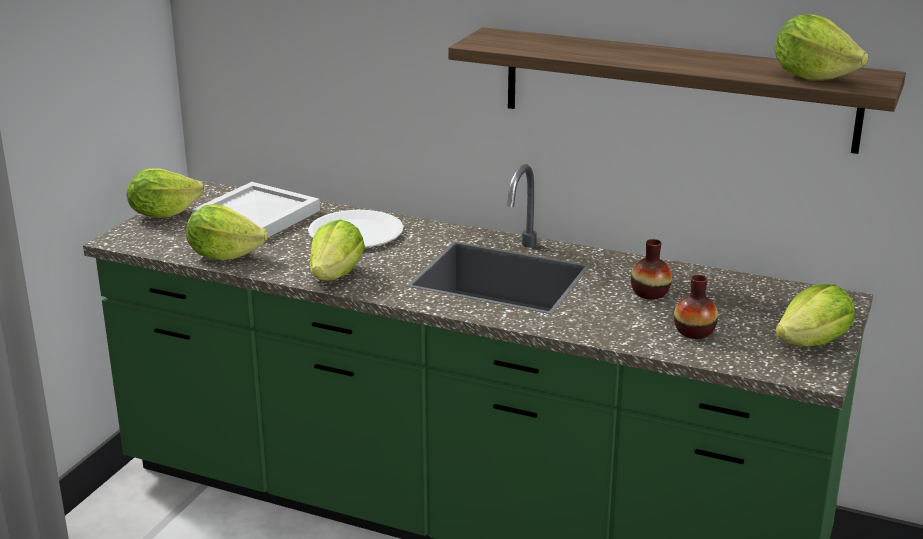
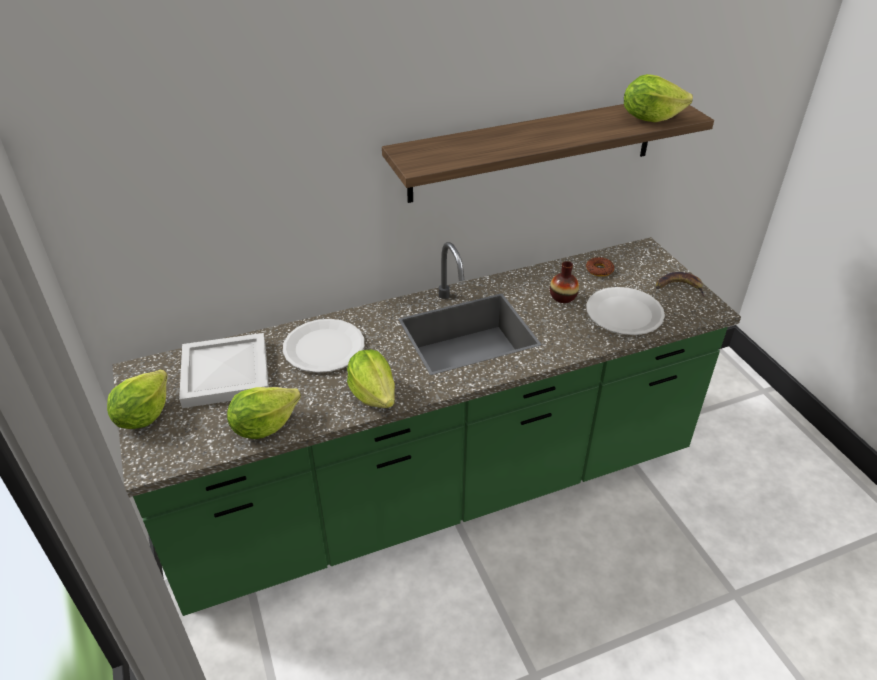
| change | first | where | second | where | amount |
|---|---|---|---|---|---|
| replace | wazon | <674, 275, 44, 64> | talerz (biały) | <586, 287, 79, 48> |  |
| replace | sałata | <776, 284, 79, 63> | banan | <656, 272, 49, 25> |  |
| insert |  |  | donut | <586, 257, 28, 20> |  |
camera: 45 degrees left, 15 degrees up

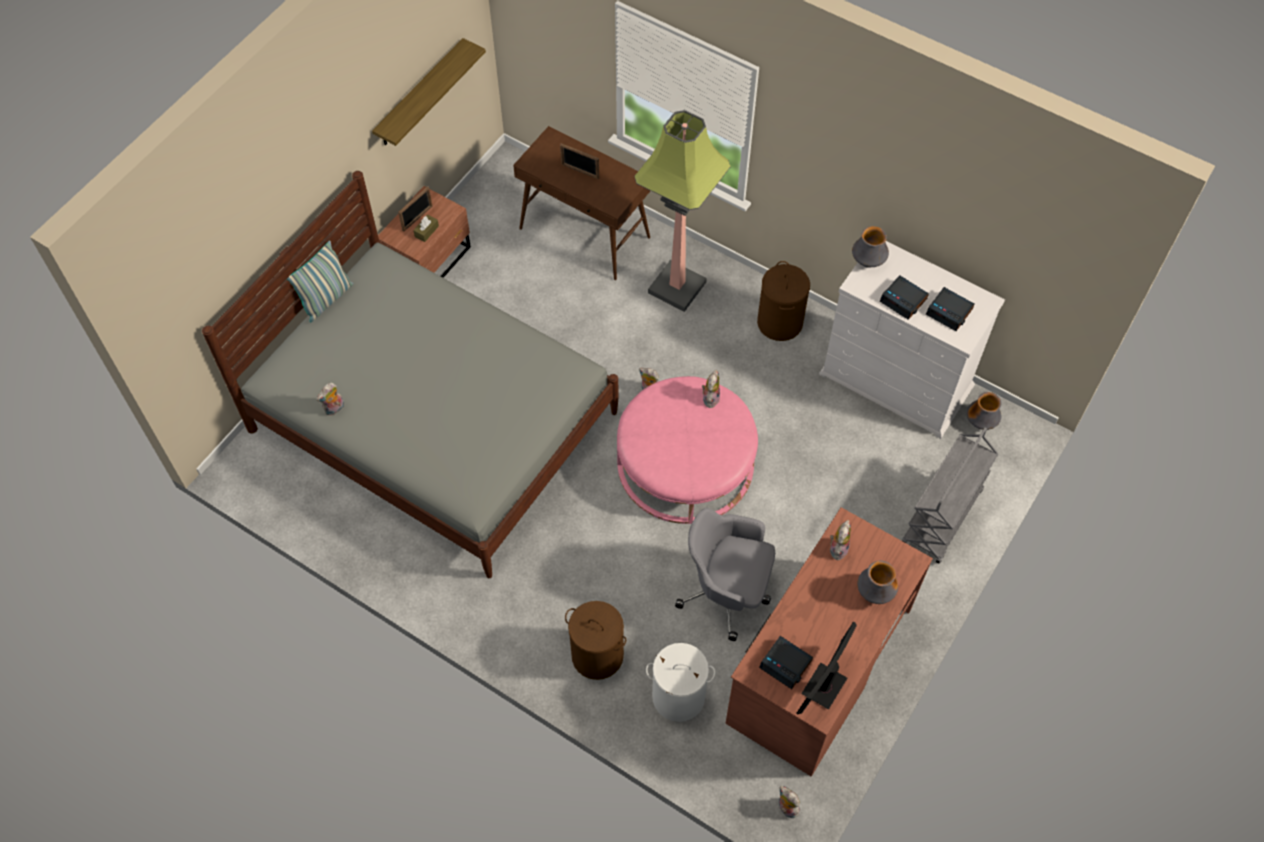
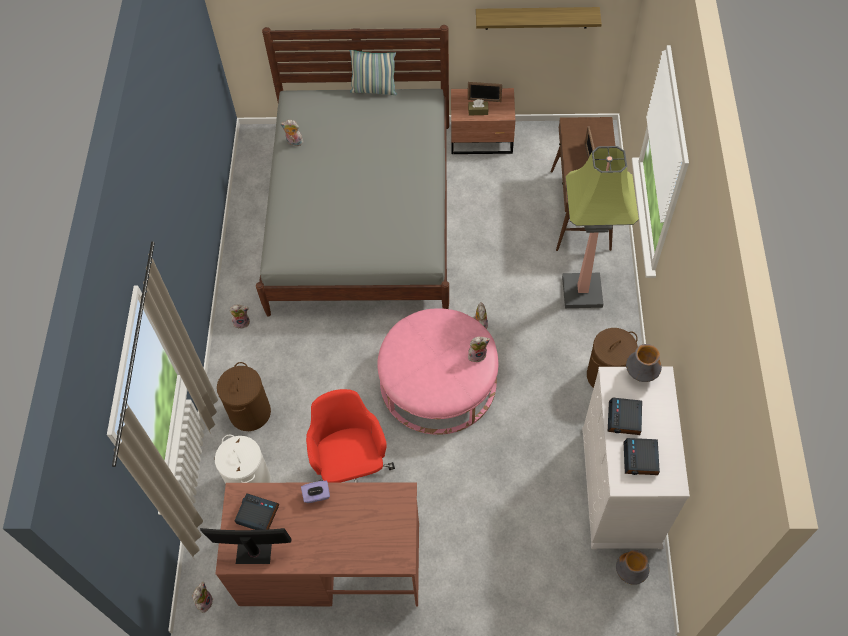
| change | first | where | second | where | amount |
|---|---|---|---|---|---|
| delete | wózek (szary) | <902, 428, 96, 135> |  |  |  |
| recolor | krzesło biurowe (szary) | <675, 508, 100, 133> | krzesło biurowe (czerwony) | <306, 389, 89, 94> |  |
| move | pluszak | <830, 520, 21, 40> |  | <229, 305, 21, 24> |  |
| delete | wazon | <857, 560, 41, 44> |  |  |  |
| rotate | budzik | <759, 636, 54, 53> |  | <235, 493, 45, 37> | 105 degrees clockwise |
| insert |  |  | pudełko chusteczek (fioletowy) | <301, 481, 29, 22> |  |
camera: 60 degrees right, 0 degrees up

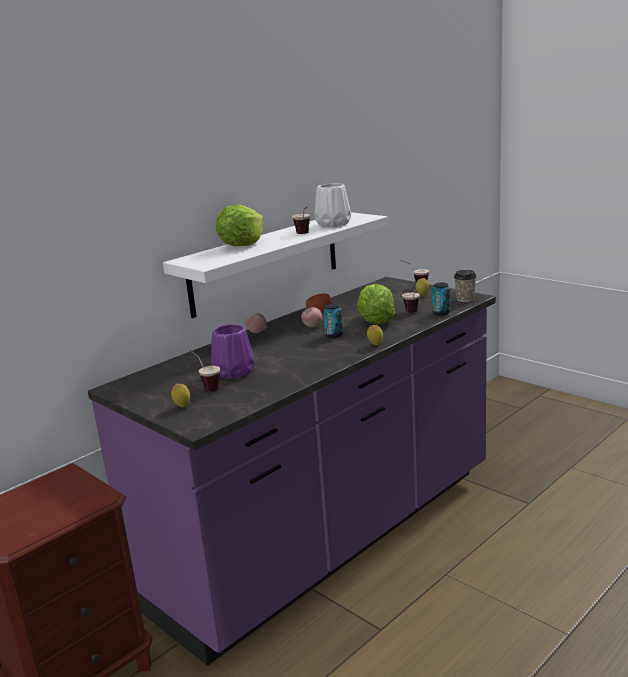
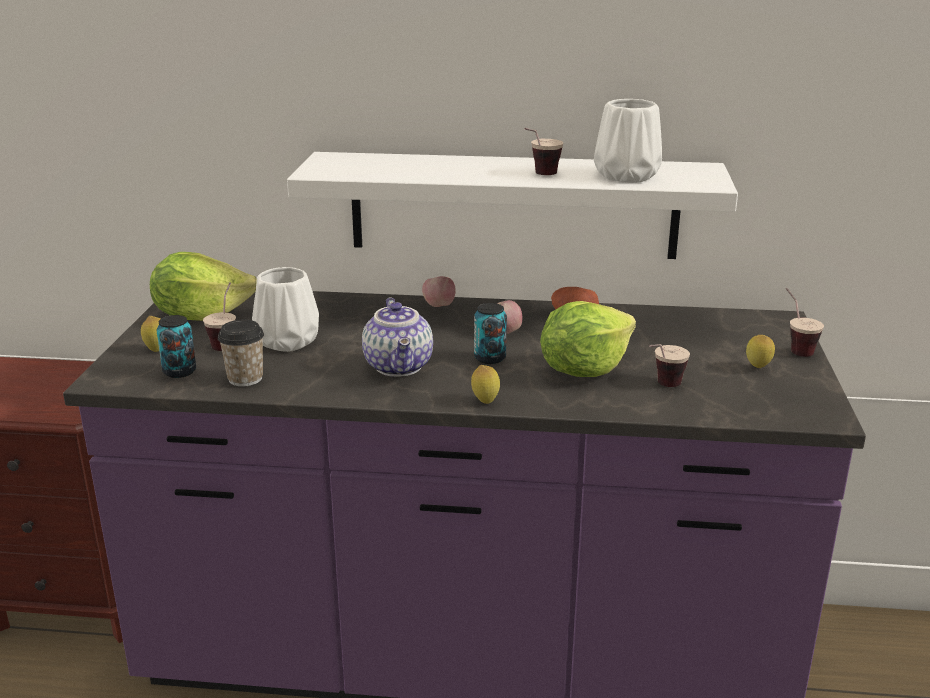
| change | first | where | second | where | amount |
|---|---|---|---|---|---|
| move | sałata | <216, 204, 47, 42> |  | <150, 252, 107, 69> |  |
| move | filiżanka | <454, 270, 23, 32> |  | <218, 320, 46, 67> |  |
| move | puszka | <432, 283, 18, 32> |  | <157, 315, 39, 63> |  |
| recolor | wazon (fioletowy) | <211, 324, 44, 55> | wazon (biały) | <252, 267, 67, 85> |  |
| insert |  |  | imbryk | <362, 298, 71, 79> |  |
camera: 50 degrees right, 5 degrees up

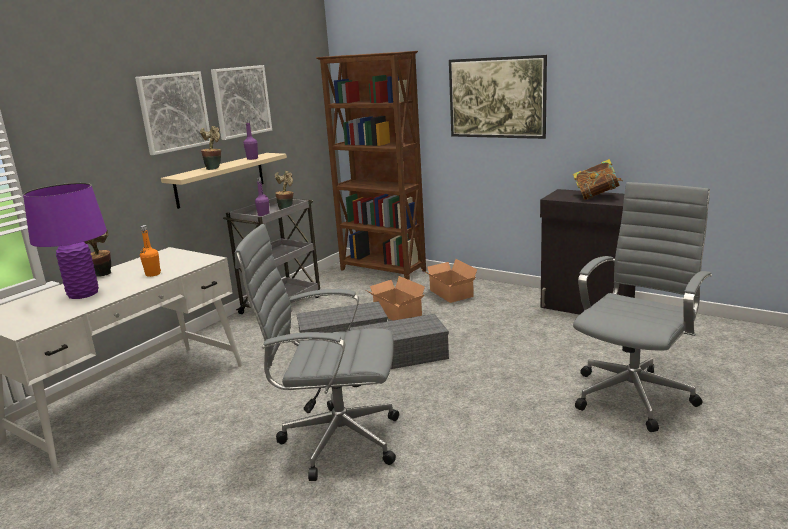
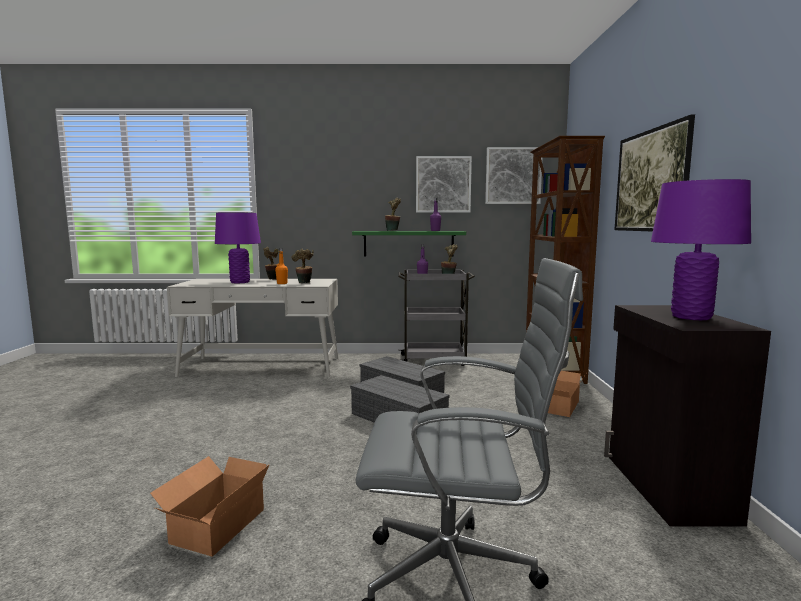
| change | first | where | second | where | amount |
|---|---|---|---|---|---|
| move | obraz | <135, 71, 75, 84> |  | <485, 147, 57, 57> |  |
| recolor | półka (beżowy) | <161, 153, 126, 56> | półka (zielony) | <352, 231, 114, 25> |  |
| replace | książka | <573, 159, 50, 41> | lampa stołowa (fioletowy) | <651, 179, 100, 141> |  |
| delete | krzesło biurowe (szary) | <235, 224, 164, 257> |  |  |  |
| move | karton | <364, 276, 61, 45> |  | <150, 456, 120, 101> |  |
| insert |  |  | roślina doniczkowa | <291, 249, 23, 34> |  |
camera: 55 degrees right, 10 degrees down

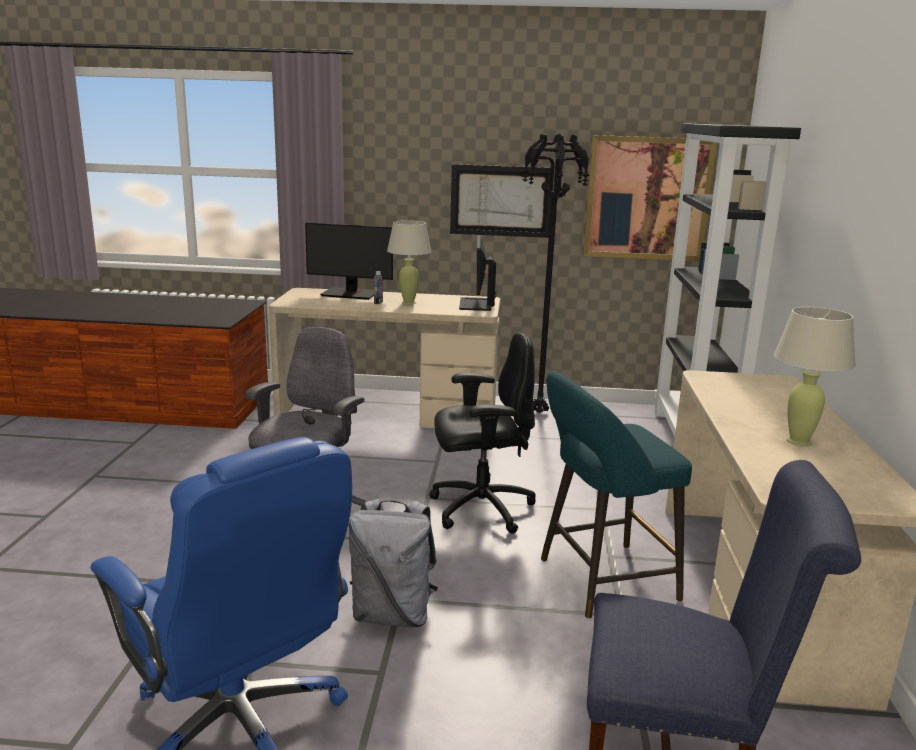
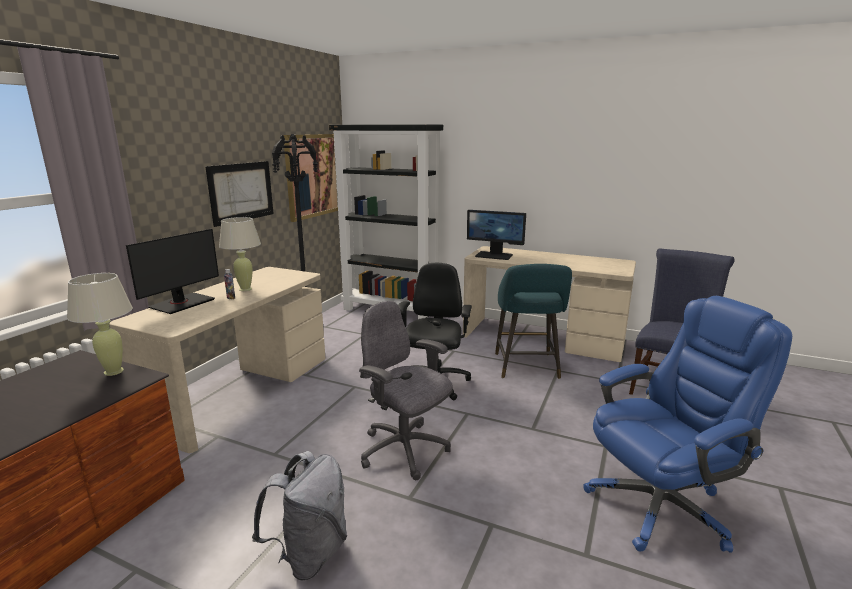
| change | first | where | second | where | amount |
|---|---|---|---|---|---|
| move | monitor | <459, 235, 37, 76> |  | <467, 210, 59, 50> |  |
| move | lampa stołowa (beżowy) | <774, 307, 82, 139> |  | <67, 273, 66, 103> |  |
| move | plecak (szary) | <348, 499, 90, 128> |  | <252, 451, 95, 129> |  |
camera: 70 degrees left, 0 degrees up

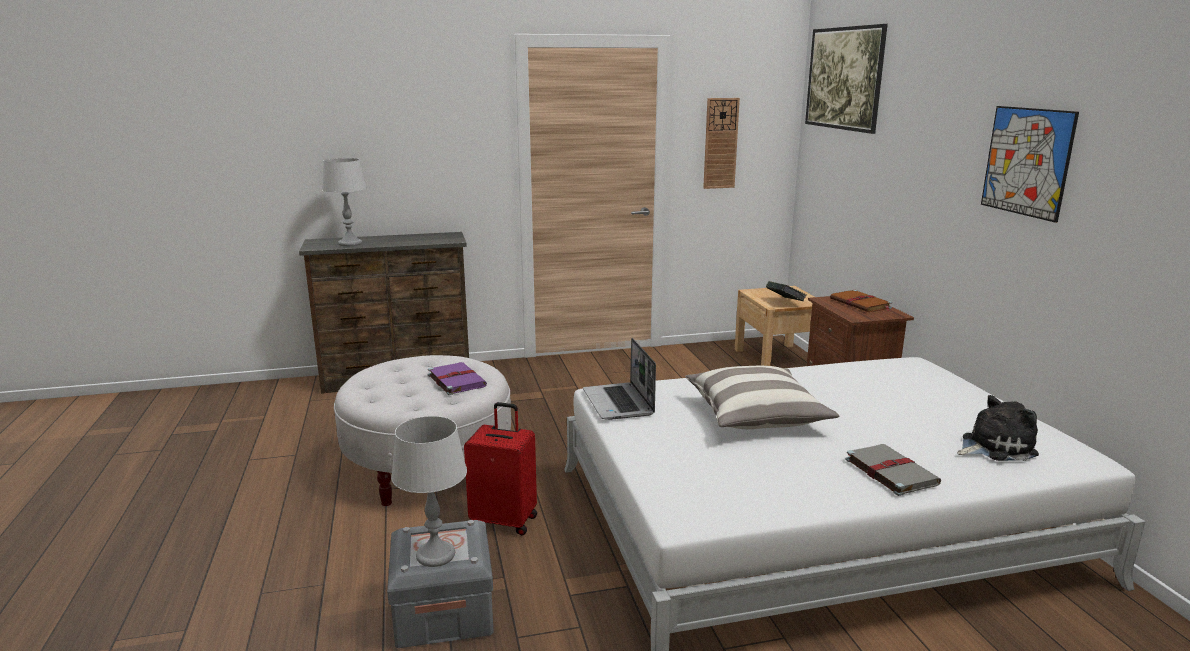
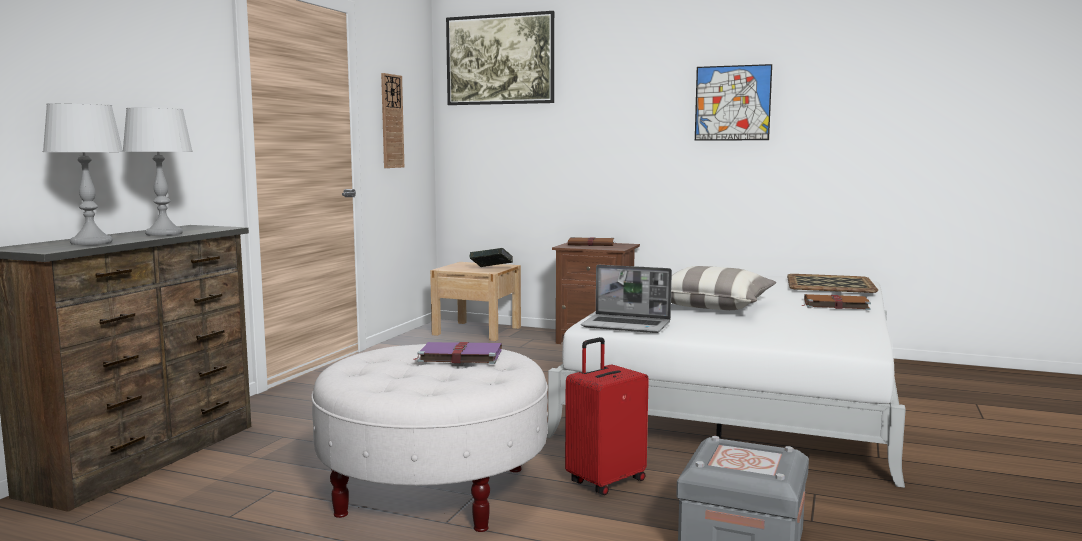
| change | first | where | second | where | amount |
|---|---|---|---|---|---|
| replace | pluszak | <957, 395, 82, 66> | taca | <787, 274, 91, 19> |  |
| move | lampa stołowa (szary) | <391, 416, 76, 151> |  | <123, 107, 70, 129> |  |
| recolor | książka (szary) | <845, 444, 96, 52> | książka (brązowy) | <802, 294, 69, 16> |  |
camera: 55 degrees left, 10 degrees down

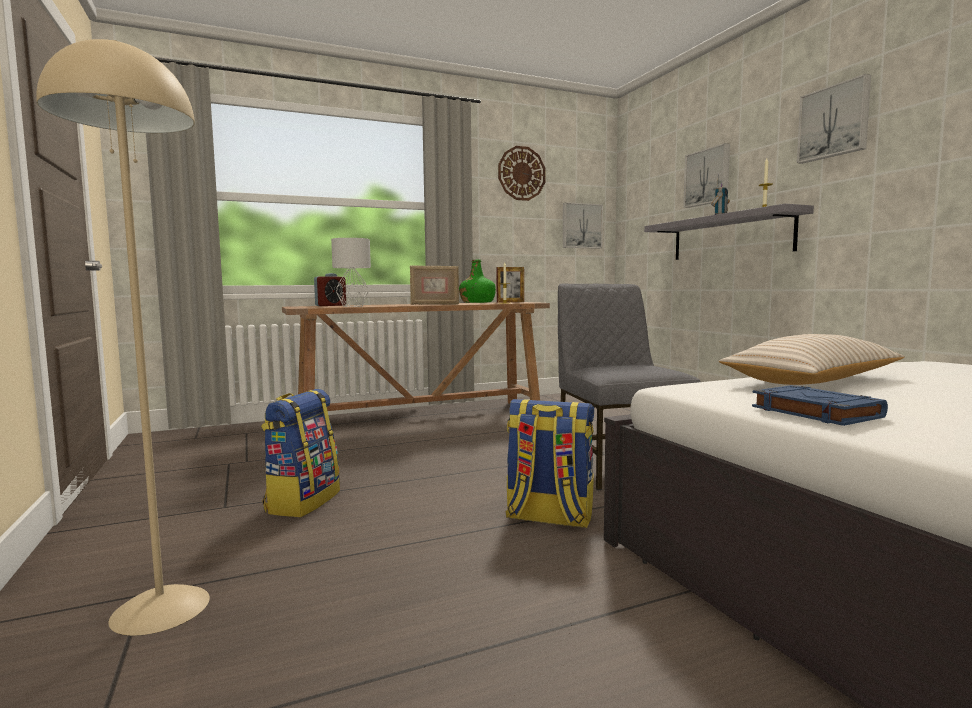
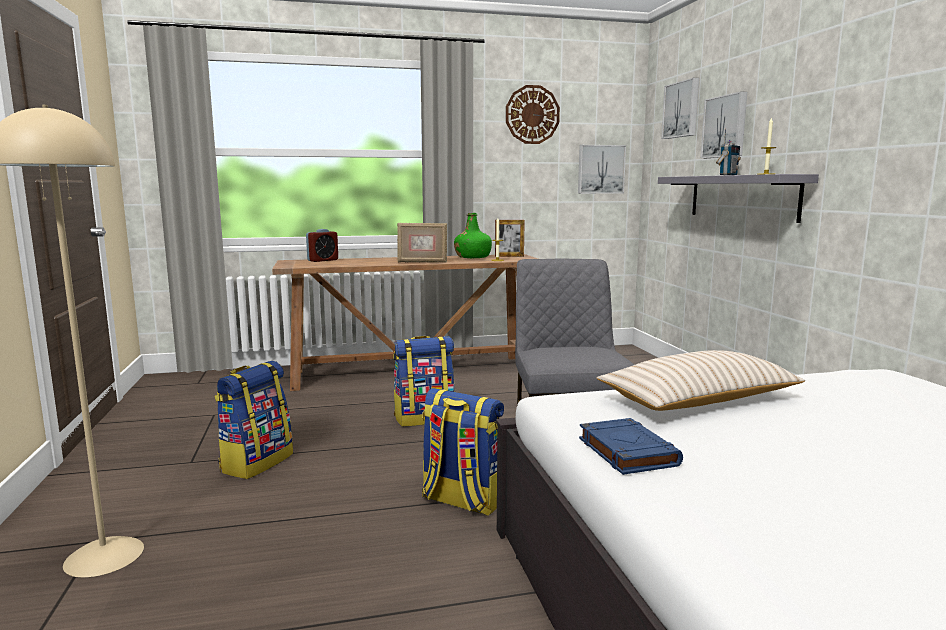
| change | first | where | second | where | amount |
|---|---|---|---|---|---|
| move | obraz | <797, 74, 74, 90> |  | <661, 78, 38, 61> |  |
| delete | lampa stołowa (szary) | <331, 238, 40, 69> |  |  |  |
| insert |  |  | plecak | <393, 336, 62, 91> |  |
camera: 10 degrees right, 5 degrees up

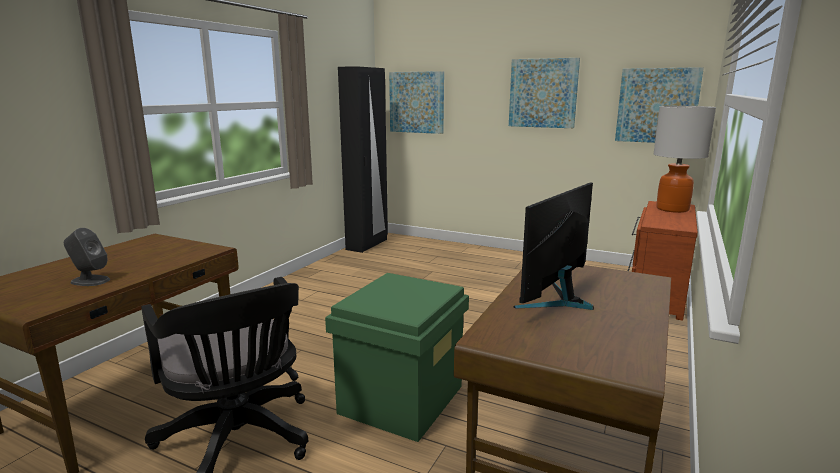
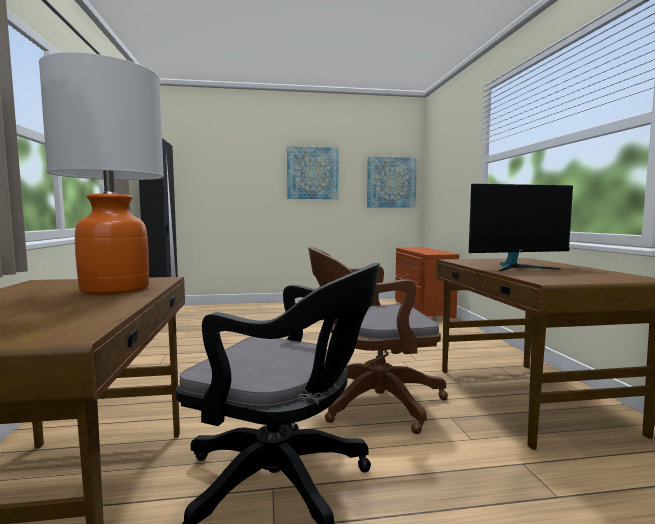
| change | first | where | second | where | amount |
|---|---|---|---|---|---|
| delete | obraz | <389, 71, 55, 63> |  |  |  |
| move | lampa stołowa | <653, 106, 63, 107> |  | <39, 52, 125, 243> |  |
| rotate | monitor | <513, 182, 81, 128> |  | <469, 184, 104, 87> | 105 degrees counterclockwise |
| delete | głośnik (szary) | <64, 228, 46, 58> |  |  |  |
| replace | pojemnik do przechowywania (zielony) | <325, 273, 144, 169> | krzesło biurowe (brązowy) | <308, 247, 140, 187> |  |
camera: 35 degrees left, 10 degrees down

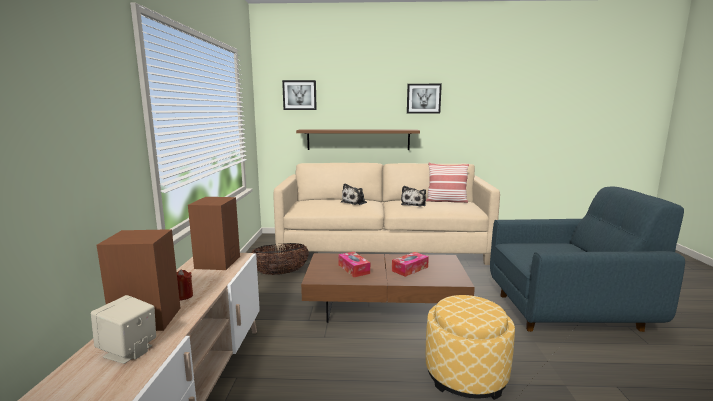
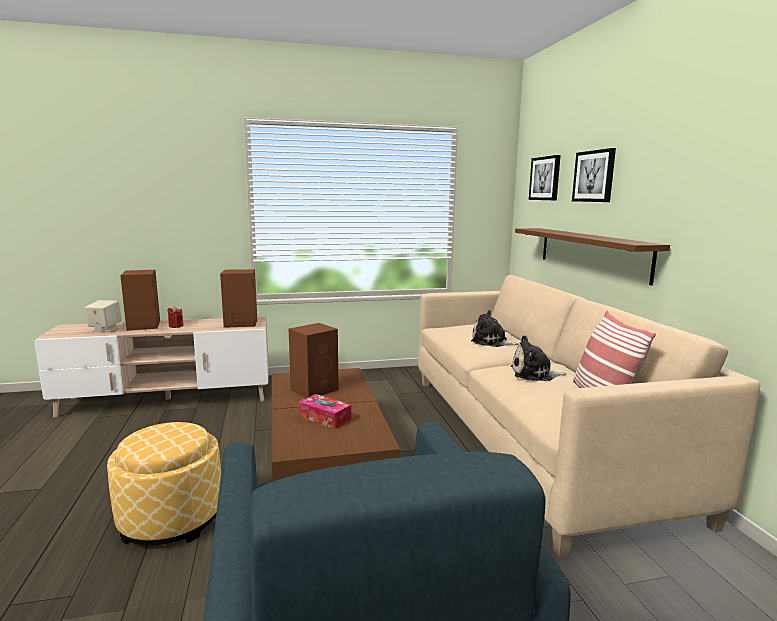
| change | first | where | second | where | amount |
|---|---|---|---|---|---|
| move | obraz | <407, 84, 35, 30> |  | <572, 148, 44, 54> |  |
| delete | koszyk | <251, 243, 58, 32> |  |  |  |
| replace | pudełko chusteczek | <338, 252, 32, 25> | głośnik (brązowy) | <289, 323, 50, 75> |  |
camera: 75 degrees right, 0 degrees up

